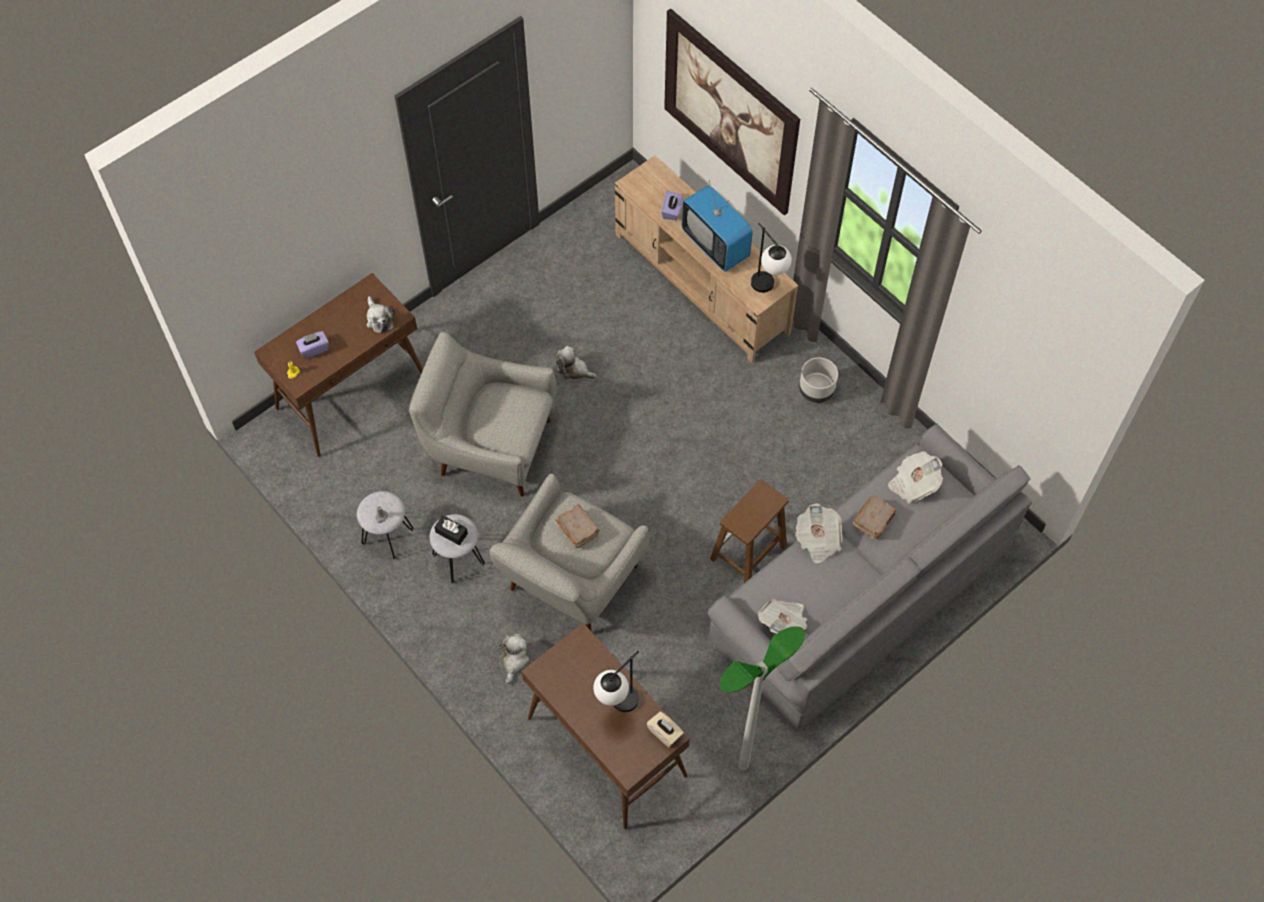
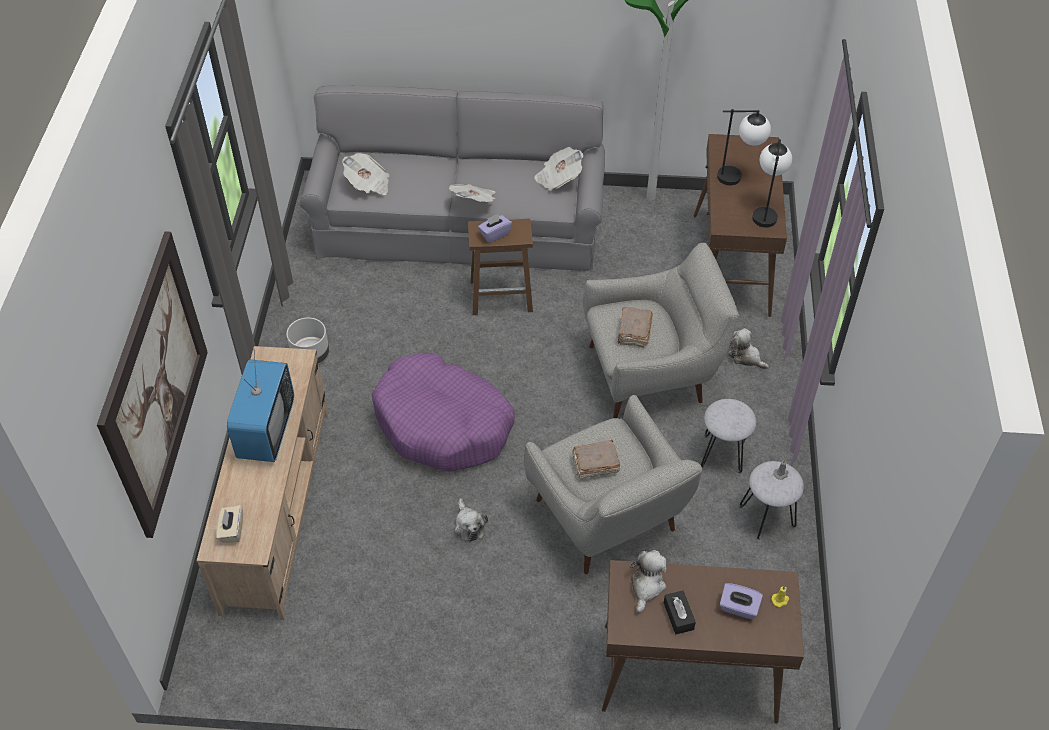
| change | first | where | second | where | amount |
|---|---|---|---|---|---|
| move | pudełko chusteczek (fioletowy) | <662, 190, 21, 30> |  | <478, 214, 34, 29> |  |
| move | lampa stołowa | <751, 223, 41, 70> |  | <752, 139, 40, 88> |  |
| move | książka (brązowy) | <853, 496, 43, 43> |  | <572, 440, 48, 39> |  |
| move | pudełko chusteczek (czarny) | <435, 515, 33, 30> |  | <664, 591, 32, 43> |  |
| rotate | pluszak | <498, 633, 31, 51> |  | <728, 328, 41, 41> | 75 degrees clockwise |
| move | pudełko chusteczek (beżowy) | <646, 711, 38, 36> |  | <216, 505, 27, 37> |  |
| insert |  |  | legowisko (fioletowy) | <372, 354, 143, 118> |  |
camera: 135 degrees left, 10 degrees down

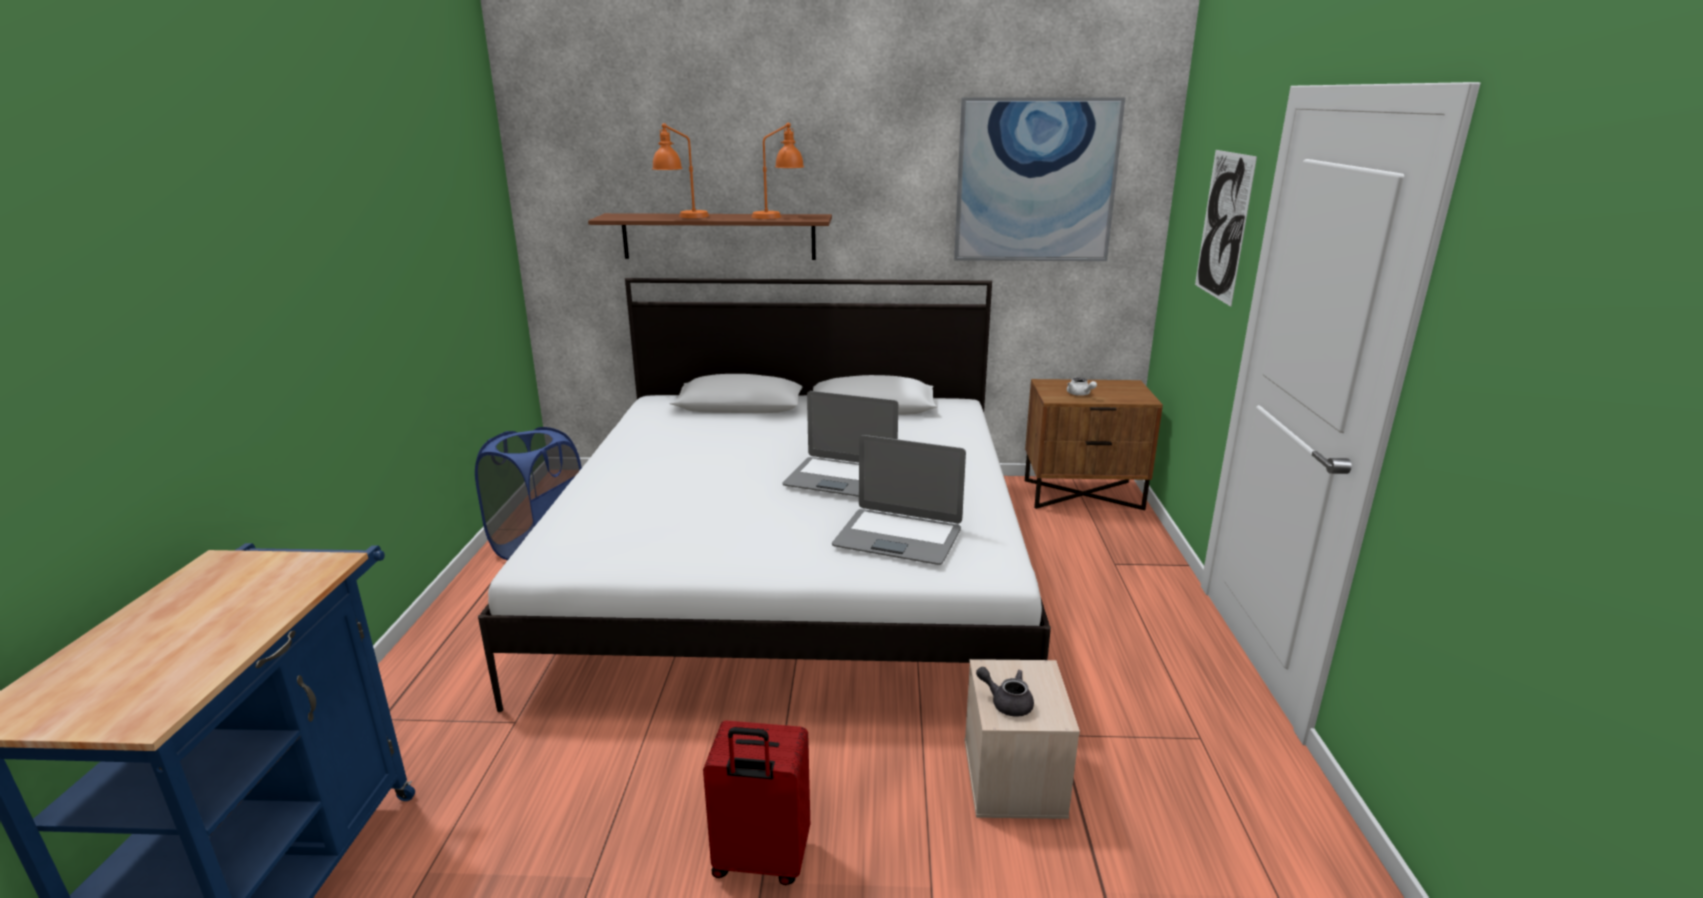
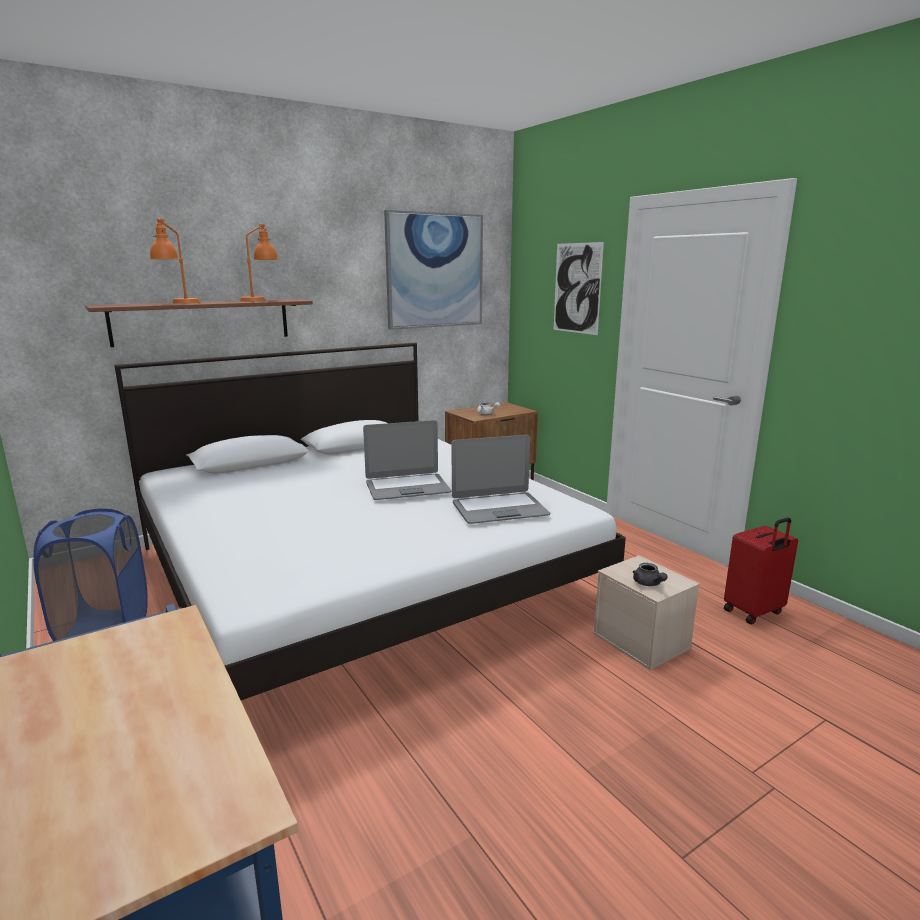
| change | first | where | second | where | amount |
|---|---|---|---|---|---|
| rotate | imbryk (szary) | <976, 667, 58, 50> |  | <633, 563, 34, 23> | 105 degrees counterclockwise |
| move | walizka (czerwony) | <703, 721, 107, 164> |  | <724, 518, 74, 107> |  |
camera: 35 degrees left, 5 degrees down

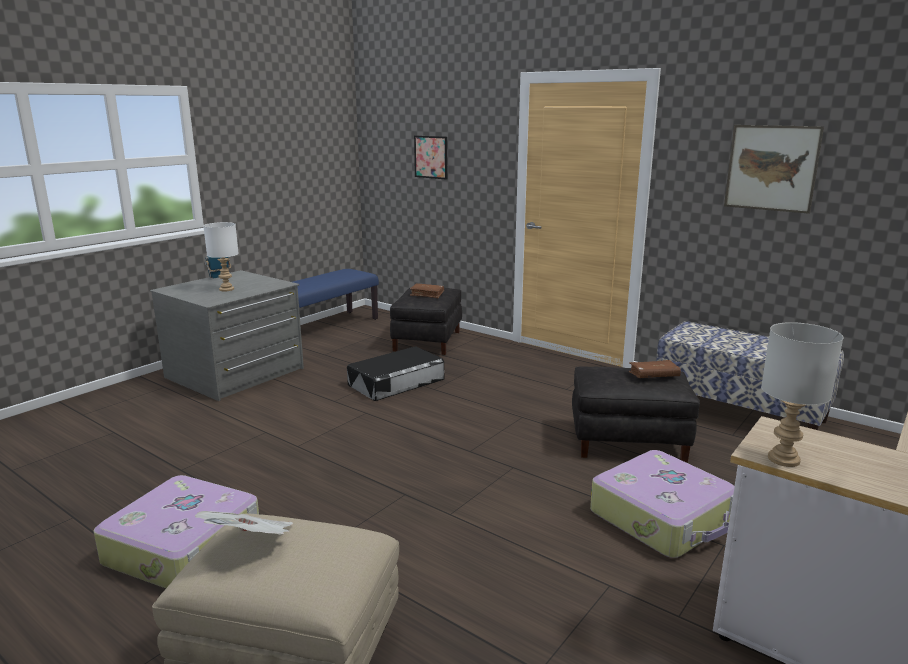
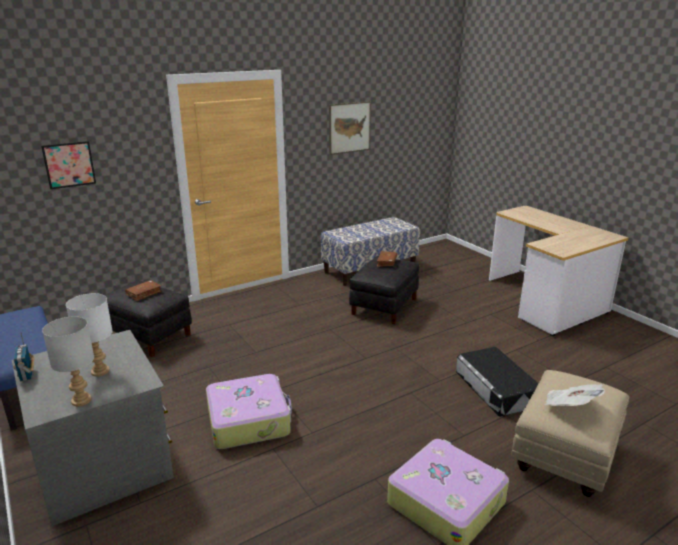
| change | first | where | second | where | amount |
|---|---|---|---|---|---|
| move | lampa stołowa (szary) | <761, 322, 83, 145> |  | <42, 316, 52, 90> |  |
| move | pojemnik do przechowywania (czarny) | <347, 346, 97, 55> |  | <456, 347, 83, 70> |  |
| move | walizka | <590, 450, 145, 108> |  | <206, 374, 86, 75> |  |
camera: 70 degrees left, 5 degrees up

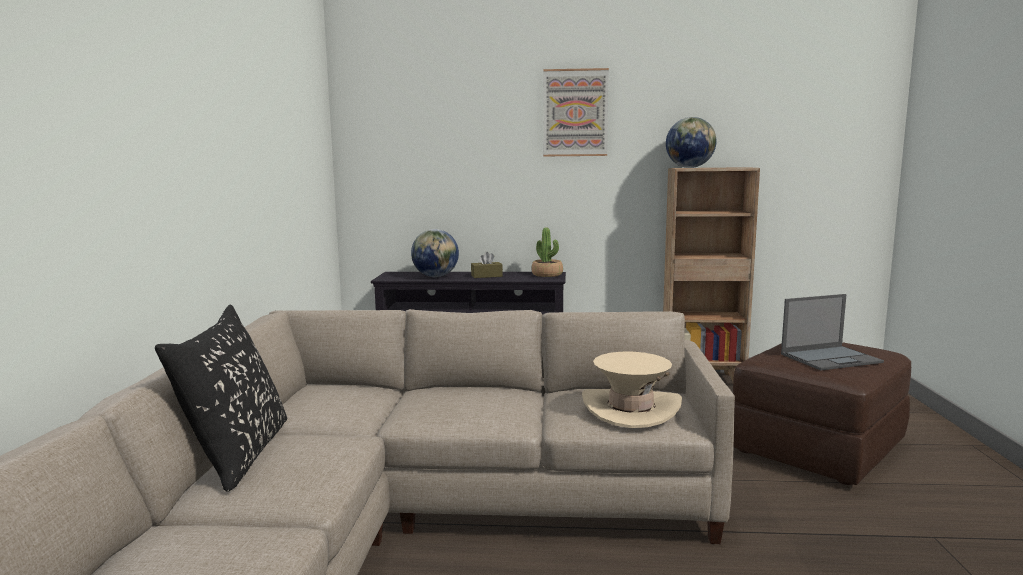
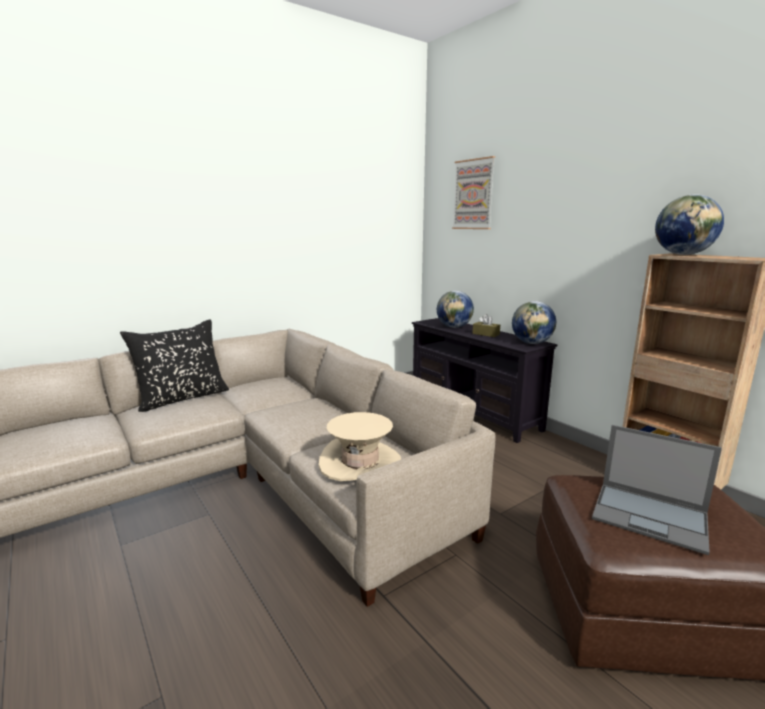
| change | first | where | second | where | amount |
|---|---|---|---|---|---|
| move | obraz | <543, 68, 66, 88> |  | <452, 156, 43, 73> |  |
| replace | roślina doniczkowa | <532, 228, 31, 49> | globus | <512, 301, 44, 43> |  |
camera: 50 degrees right, 5 degrees up

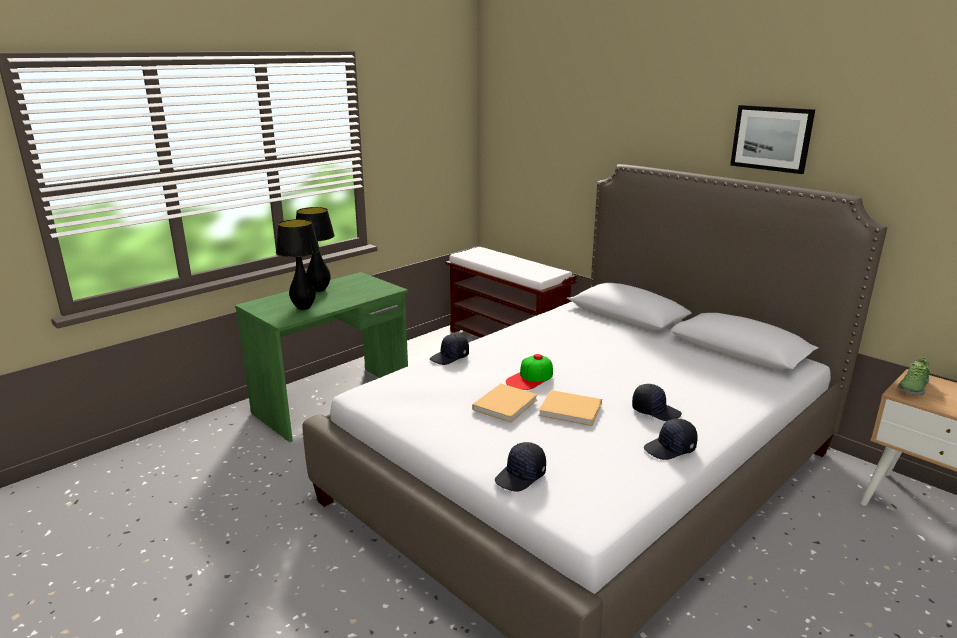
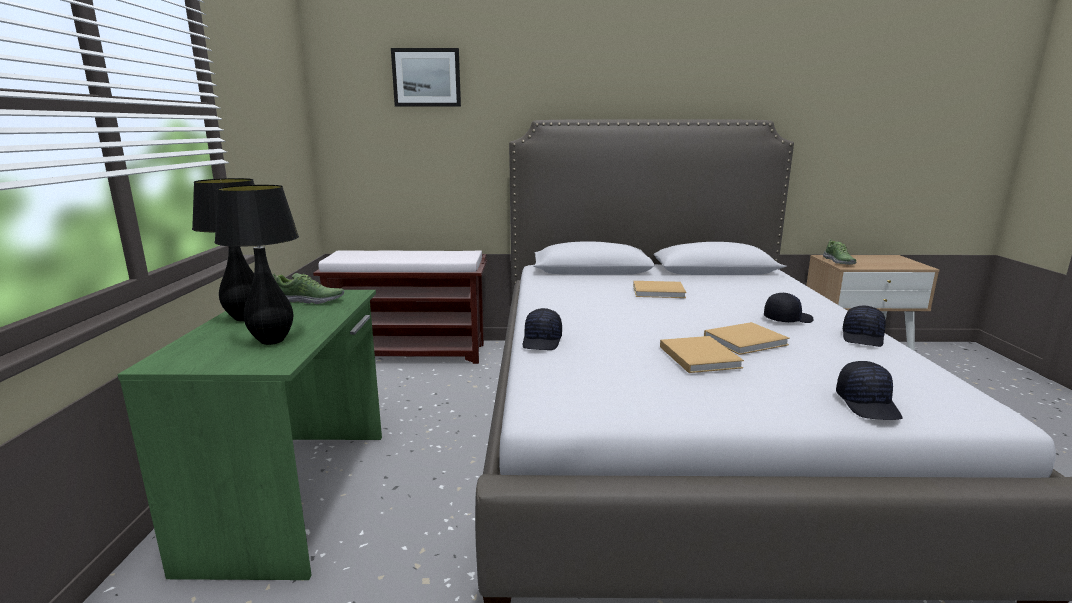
| change | first | where | second | where | amount |
|---|---|---|---|---|---|
| move | obraz | <730, 105, 85, 69> |  | <391, 48, 70, 59> |  |
| delete | czapka z daszkiem | <506, 354, 47, 36> |  |  |  |
| insert |  |  | but | <272, 273, 72, 31> |  |
| insert |  |  | książka (beżowy) | <633, 281, 54, 17> |  |
camera: 45 degrees left, 5 degrees down

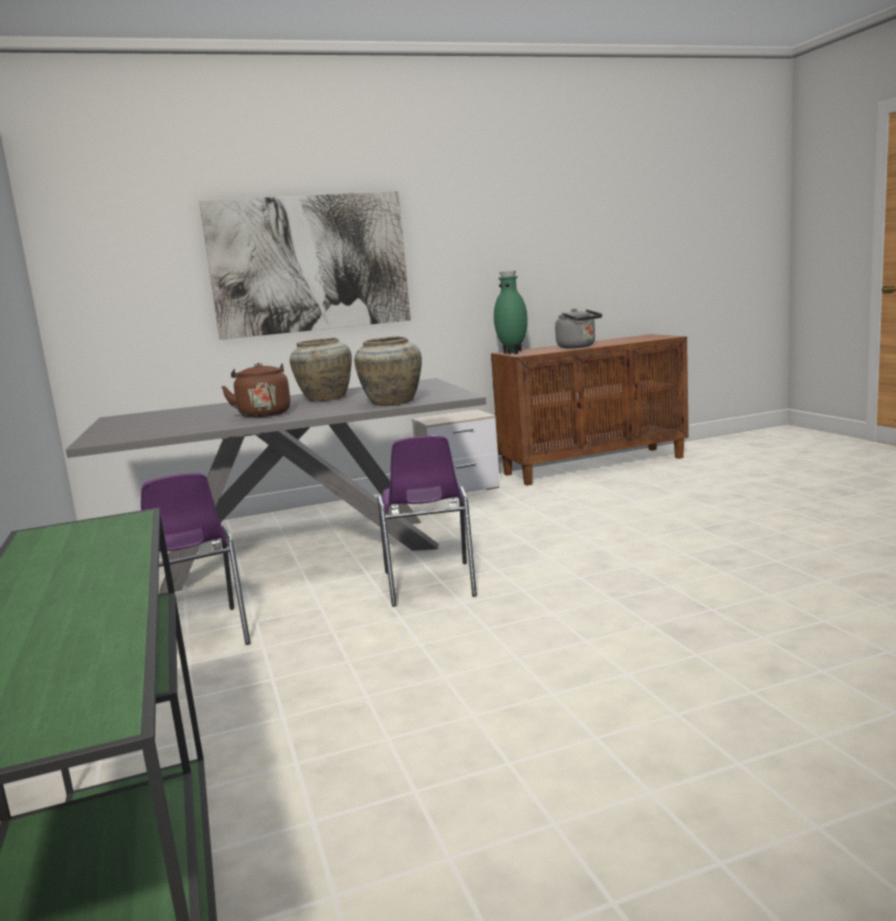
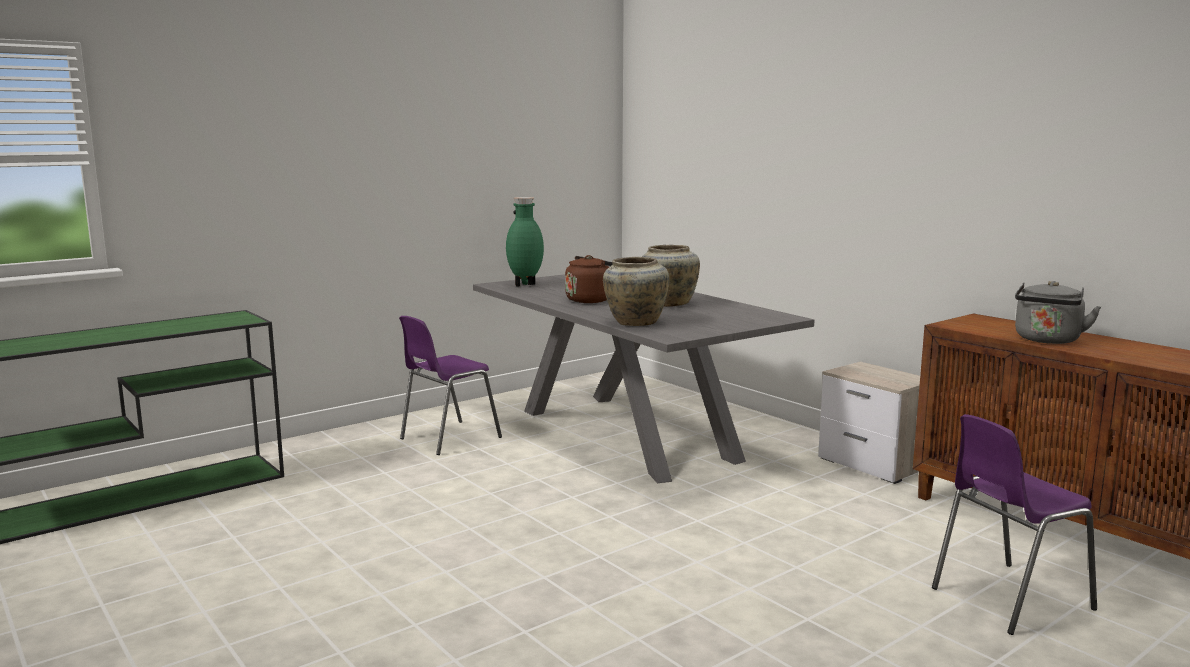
| change | first | where | second | where | amount |
|---|---|---|---|---|---|
| delete | obraz | <199, 191, 212, 149> |  |  |  |
| move | wazon (zielony) | <494, 271, 34, 84> |  | <506, 197, 38, 90> |  |
| move | krzesło (fioletowy) | <377, 435, 100, 172> |  | <932, 414, 165, 221> |  |
camera: 70 degrees right, 0 degrees up

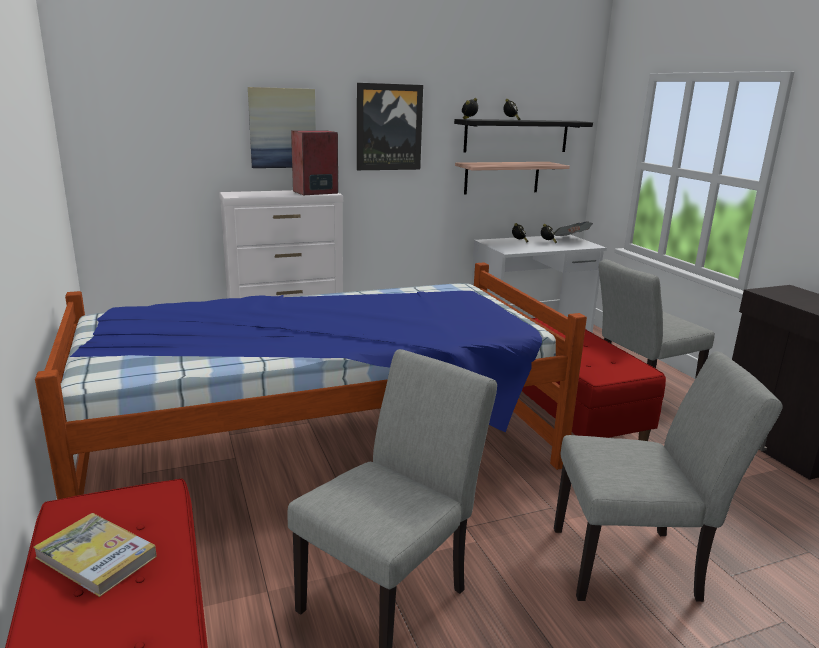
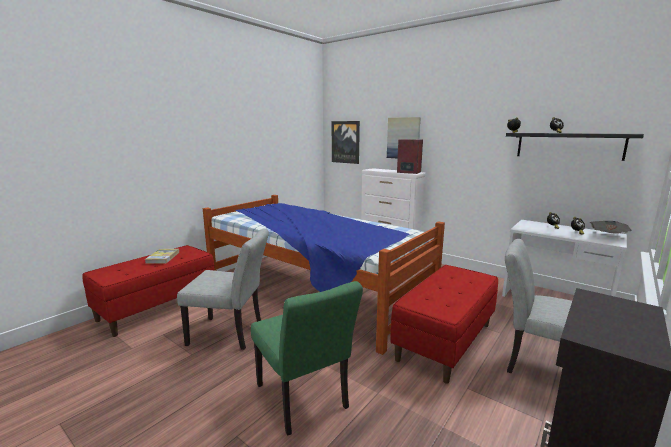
| change | first | where | second | where | amount |
|---|---|---|---|---|---|
| move | obraz | <357, 83, 66, 87> |  | <332, 121, 28, 43> |  |
| delete | półka | <455, 162, 115, 32> |  |  |  |
| recolor | krzesło (szary) | <554, 352, 229, 250> | krzesło (zielony) | <251, 281, 112, 155> |  |
camera: 60 degrees right, 5 degrees down

